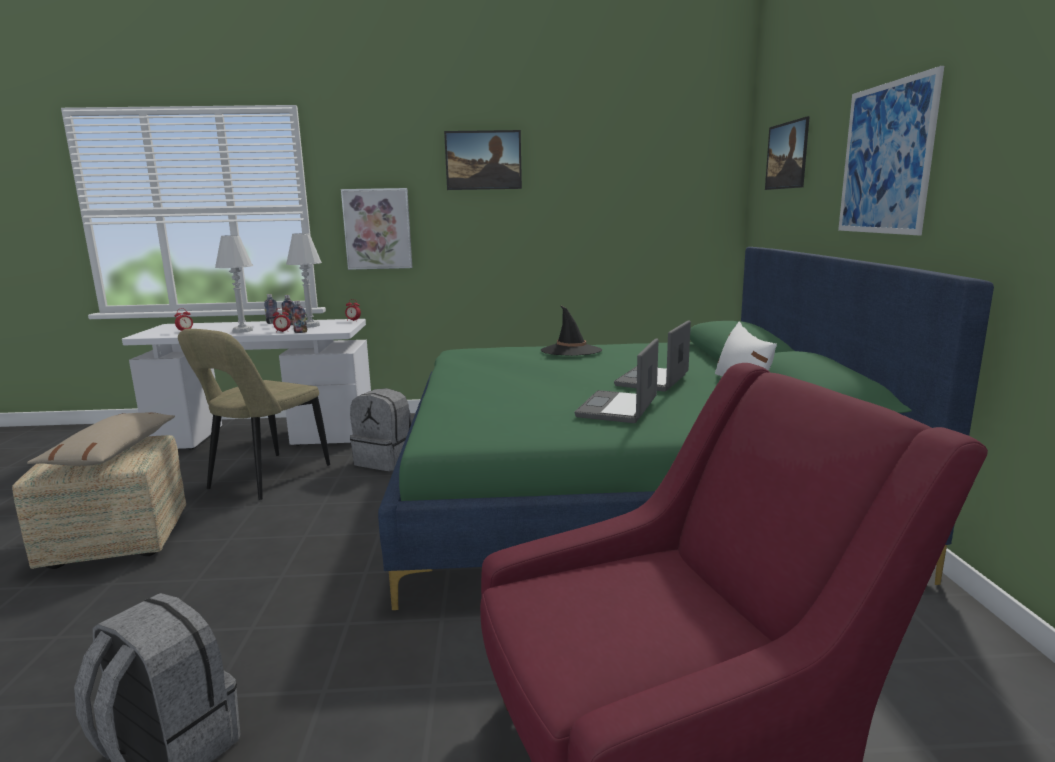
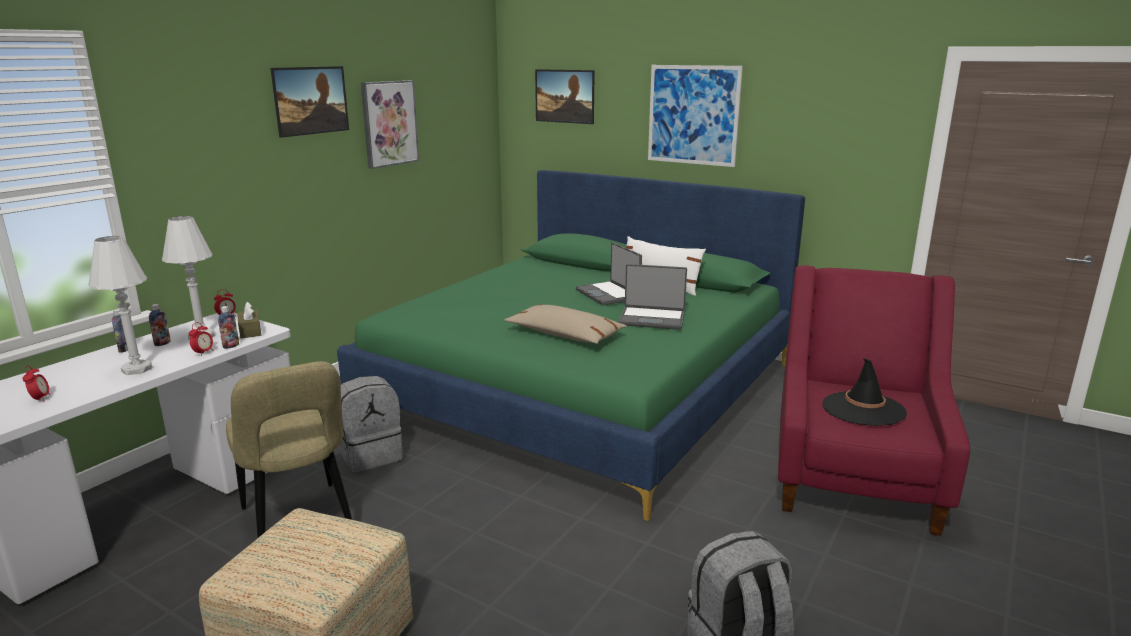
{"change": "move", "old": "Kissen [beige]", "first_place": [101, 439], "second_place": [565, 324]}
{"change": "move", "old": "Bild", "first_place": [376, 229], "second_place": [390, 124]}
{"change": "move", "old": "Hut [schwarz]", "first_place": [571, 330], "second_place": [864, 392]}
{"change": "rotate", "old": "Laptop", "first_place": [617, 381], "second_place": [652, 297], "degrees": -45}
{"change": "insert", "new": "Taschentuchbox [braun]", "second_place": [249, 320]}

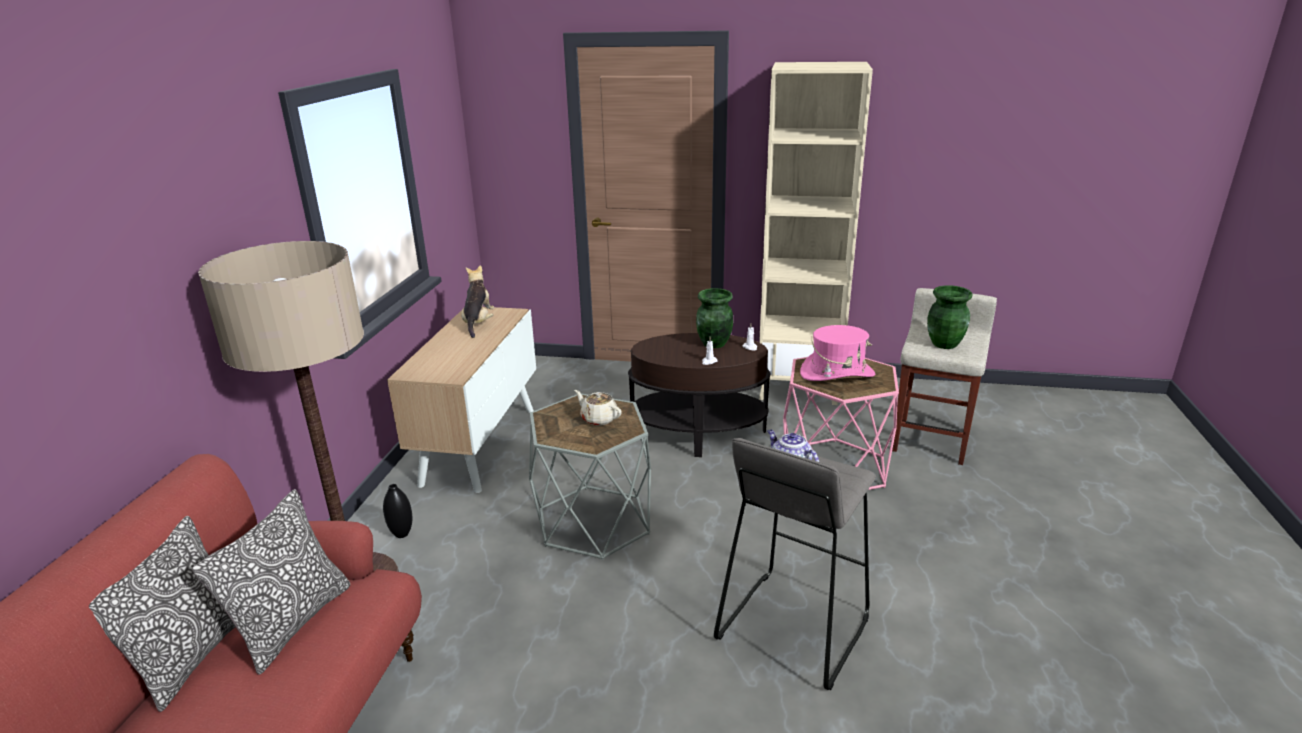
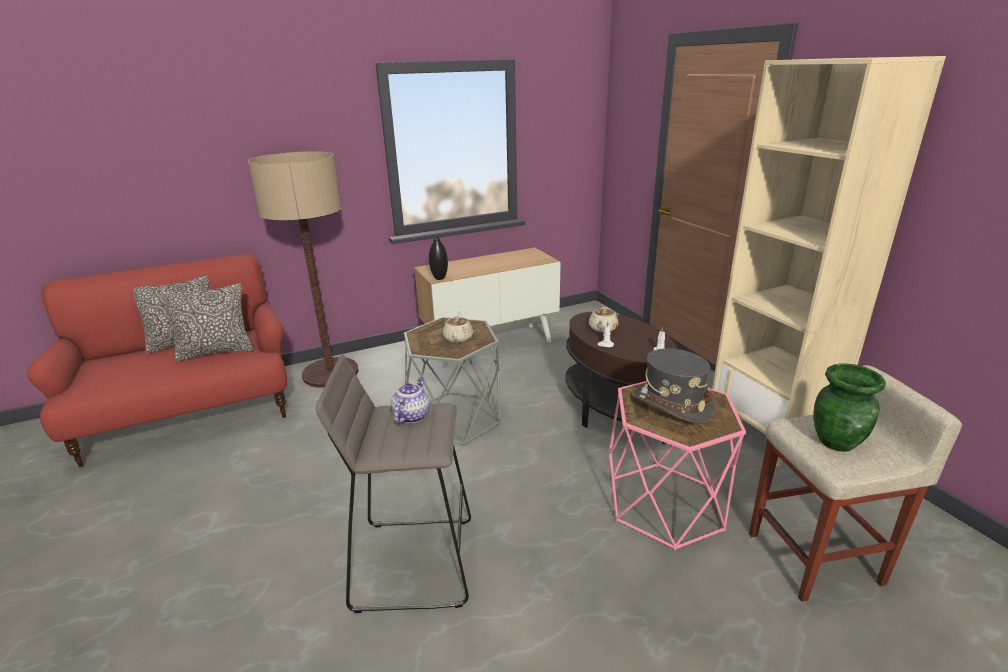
{"change": "move", "old": "Vase [schwarz]", "first_place": [397, 511], "second_place": [438, 259]}
{"change": "delete", "old": "Plüschtier", "first_place": [477, 302]}
{"change": "delete", "old": "Vase [grün]", "first_place": [714, 318]}
{"change": "recolor", "old": "Hut [rosa]", "new": "Hut [grau]", "first_place": [837, 353], "second_place": [674, 386]}
{"change": "insert", "new": "Teekanne [beige]", "second_place": [603, 320]}

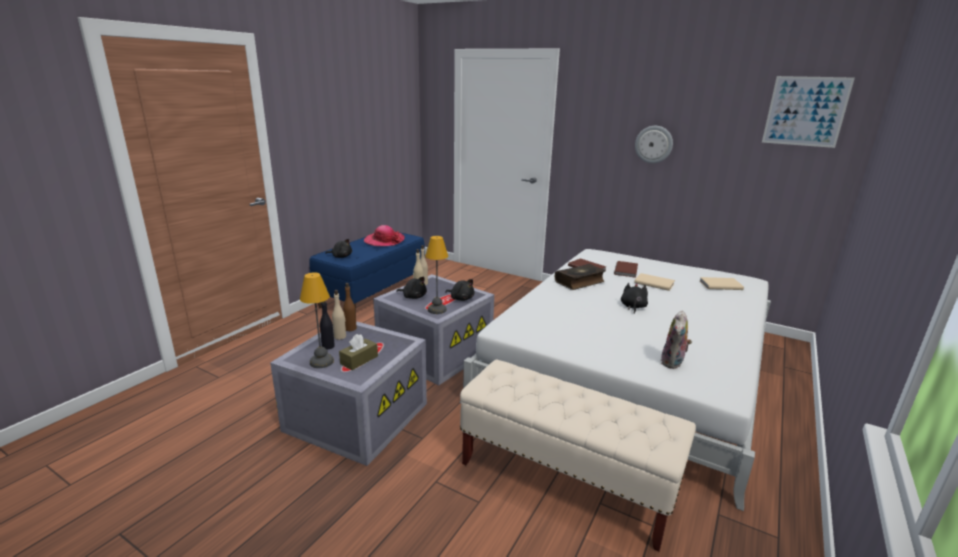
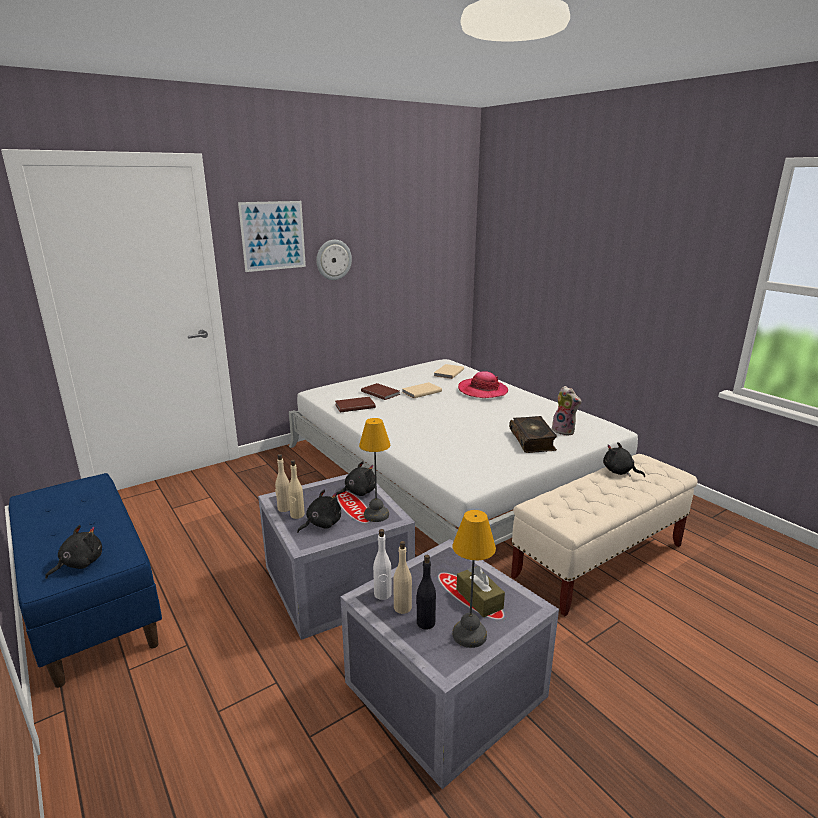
{"change": "recolor", "old": "Flasche [braun]", "new": "Flasche [weiß]", "first_place": [350, 307], "second_place": [382, 564]}
{"change": "move", "old": "Hut", "first_place": [384, 235], "second_place": [483, 384]}
{"change": "move", "old": "Buch", "first_place": [580, 277], "second_place": [533, 434]}
{"change": "move", "old": "Plüschtier [schwarz]", "first_place": [634, 298], "second_place": [624, 459]}
{"change": "move", "old": "Bild", "first_place": [808, 112], "second_place": [272, 236]}

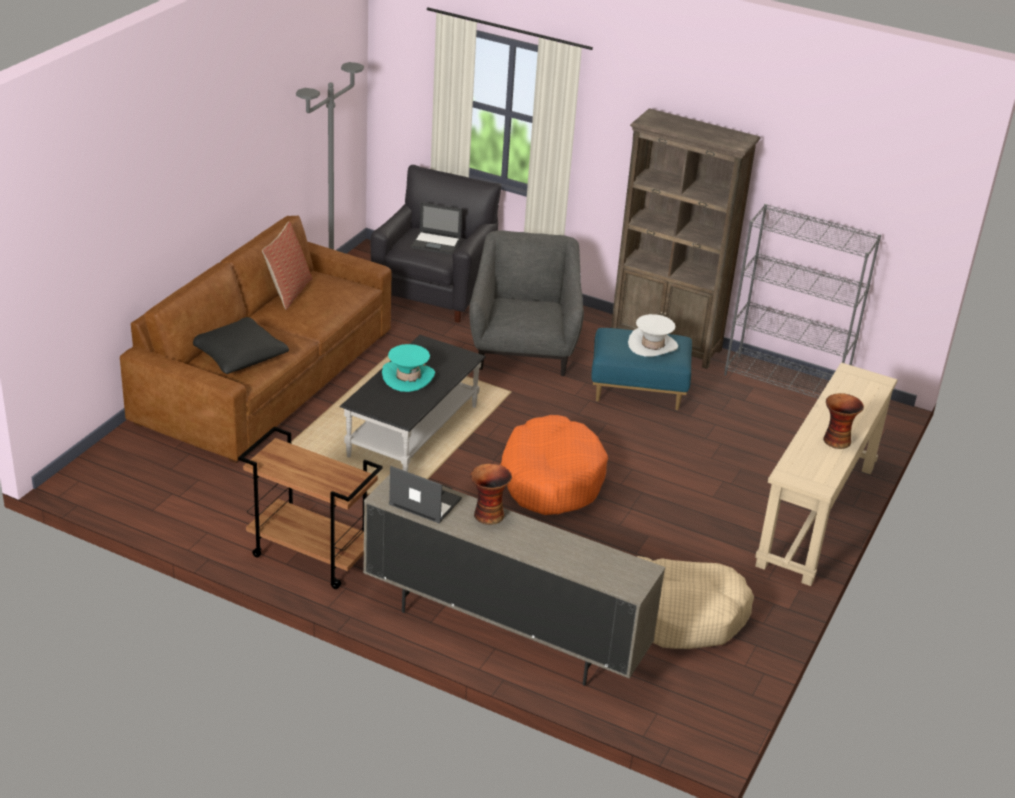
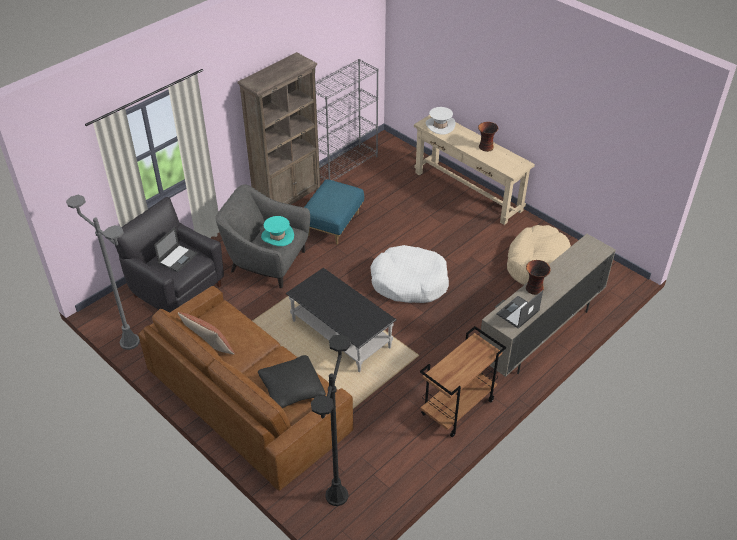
{"change": "move", "old": "Hut [türkis]", "first_place": [408, 368], "second_place": [277, 231]}
{"change": "recolor", "old": "Hundebett [orange]", "new": "Hundebett [weiß]", "first_place": [554, 465], "second_place": [409, 274]}
{"change": "move", "old": "Hut [weiß]", "first_place": [653, 335], "second_place": [441, 120]}
{"change": "insert", "new": "Stehlampe [schwarz]", "second_place": [331, 420]}

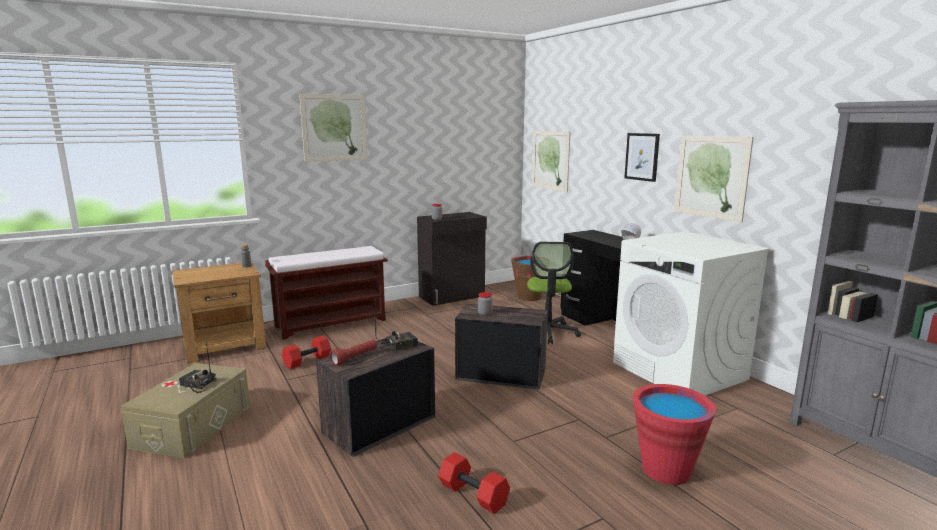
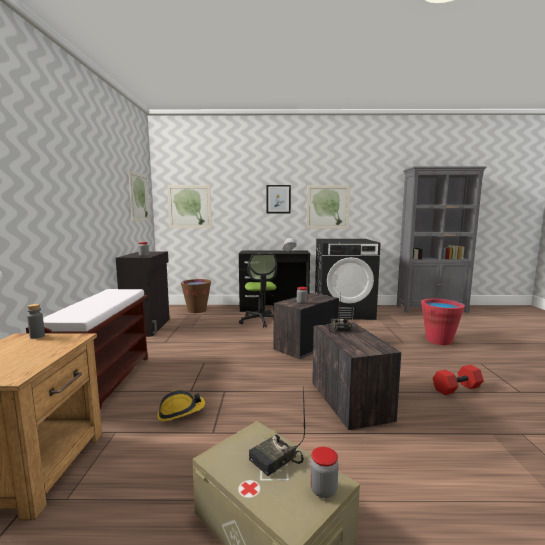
{"change": "replace", "old": "Hantel [rot]", "new": "Schutzhelm", "first_place": [306, 352], "second_place": [181, 405]}
{"change": "move", "old": "Bild", "first_place": [333, 127], "second_place": [139, 196]}
{"change": "delete", "old": "Taschenlampe [rot]", "first_place": [353, 353]}
{"change": "rotate", "old": "Bürostuhl", "first_place": [554, 293], "second_place": [258, 291], "degrees": 45}
{"change": "recolor", "old": "Waschmaschine [weiß]", "new": "Waschmaschine [schwarz]", "first_place": [691, 313], "second_place": [348, 279]}
{"change": "insert", "new": "Vorratsglas", "second_place": [324, 472]}

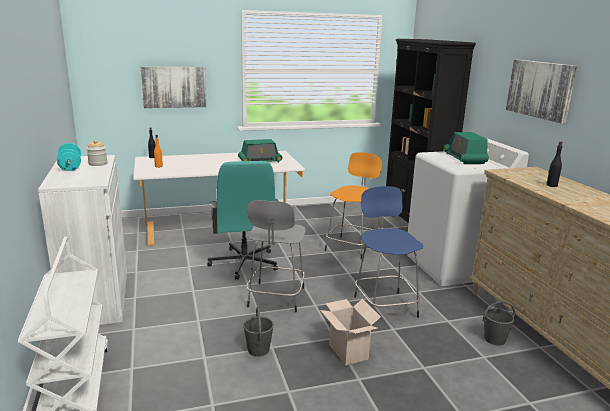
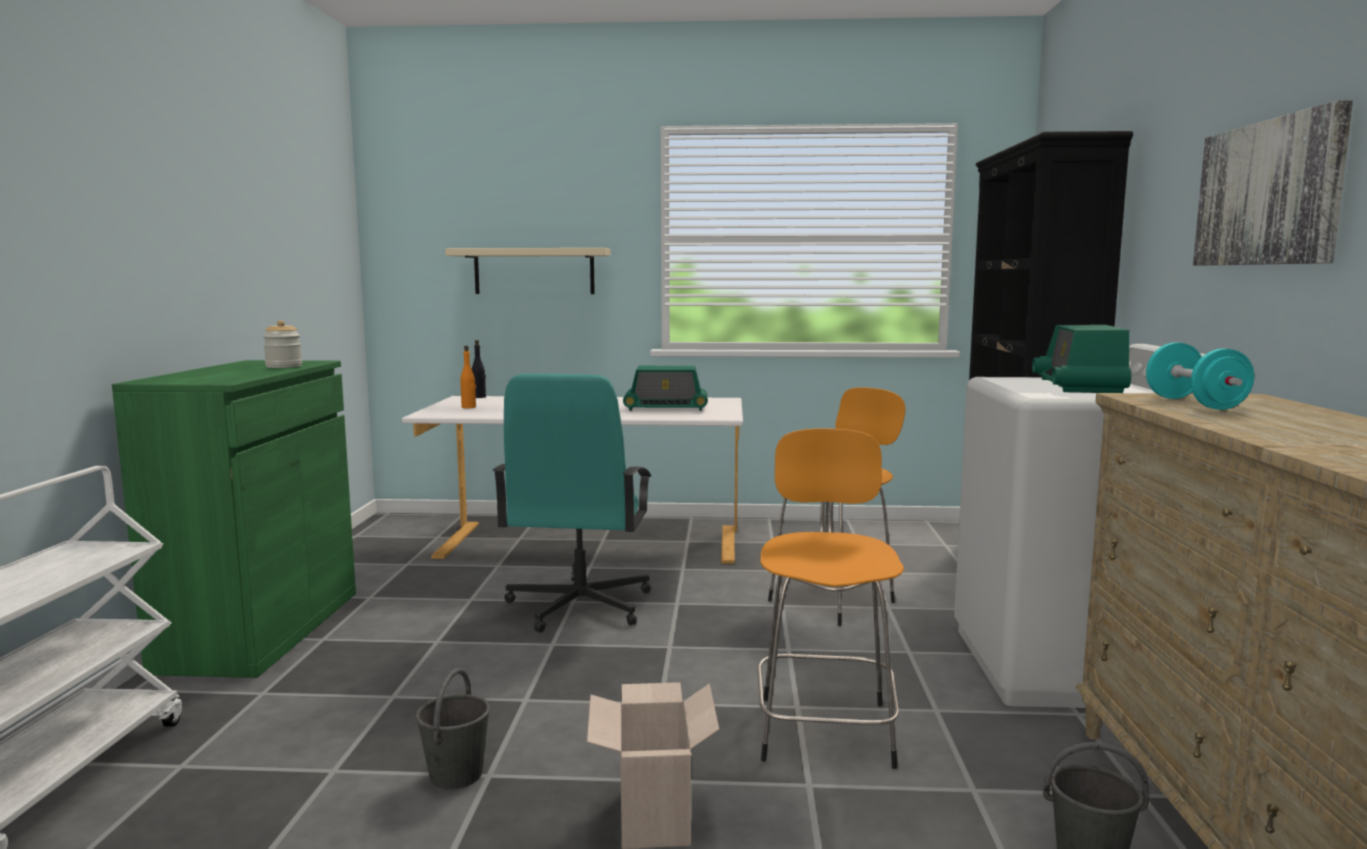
{"change": "recolor", "old": "Schrank [weiß]", "new": "Schrank [grün]", "first_place": [82, 240], "second_place": [234, 519]}
{"change": "move", "old": "Hantel [türkis]", "first_place": [69, 157], "second_place": [1200, 376]}
{"change": "replace", "old": "Bild", "new": "Wandregal [beige]", "first_place": [174, 87], "second_place": [527, 271]}
{"change": "delete", "old": "Hocker [grau]", "first_place": [276, 256]}
{"change": "recolor", "old": "Hocker [blau]", "new": "Hocker [orange]", "first_place": [388, 252], "second_place": [830, 599]}
{"change": "delete", "old": "Flasche [schwarz]", "first_place": [554, 164]}

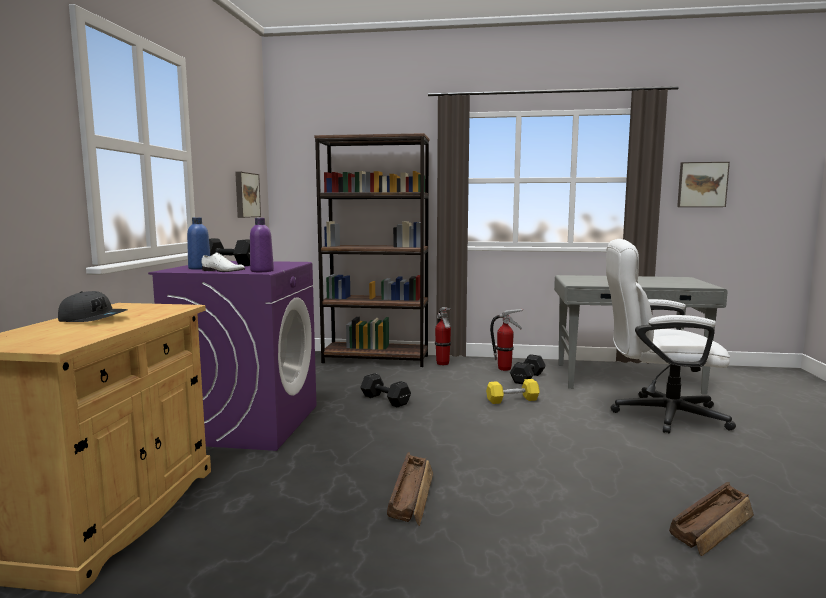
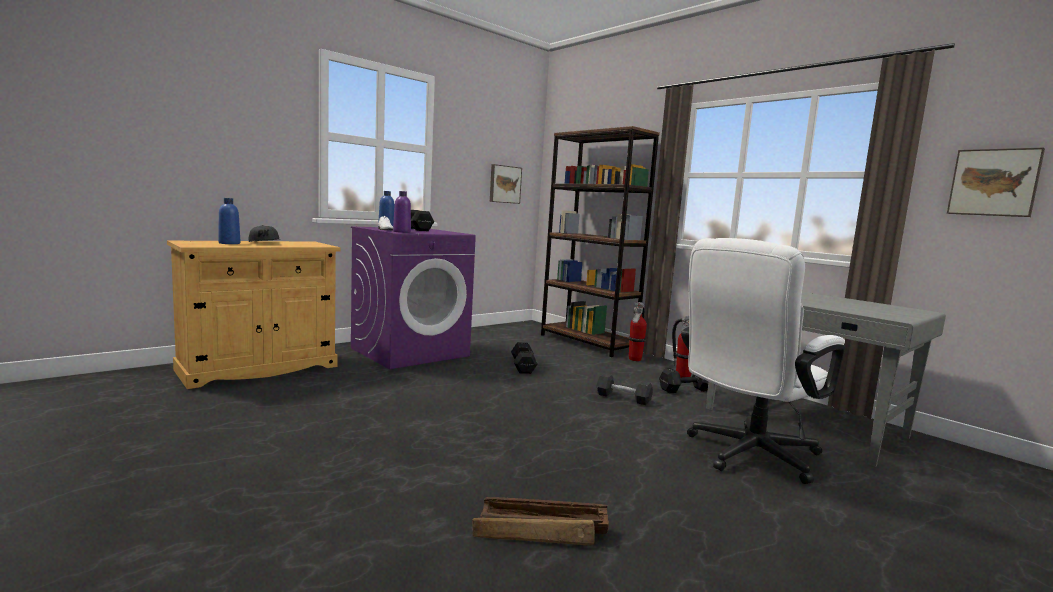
{"change": "delete", "old": "Kiste", "first_place": [410, 489]}
{"change": "recolor", "old": "Hantel [gelb]", "new": "Hantel [schwarz]", "first_place": [513, 391], "second_place": [625, 389]}
{"change": "rotate", "old": "Bürostuhl [weiß]", "first_place": [671, 336], "second_place": [763, 361], "degrees": -90}
{"change": "insert", "new": "Flasche [blau]", "second_place": [229, 221]}

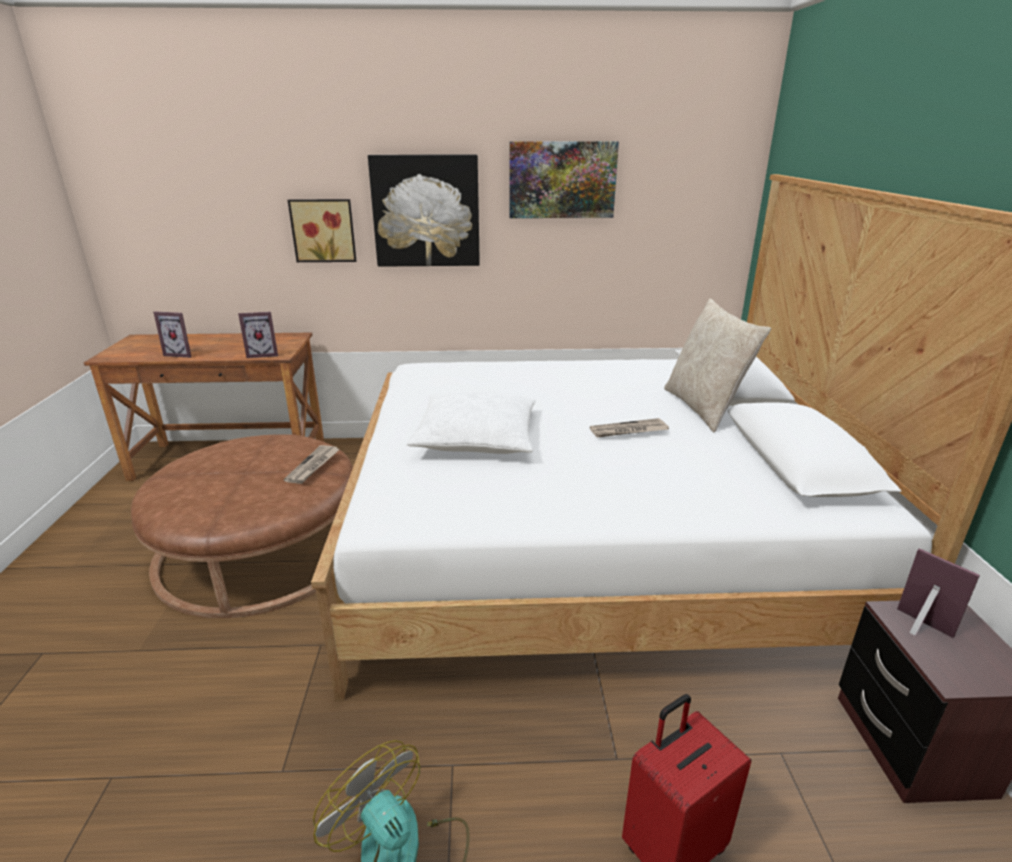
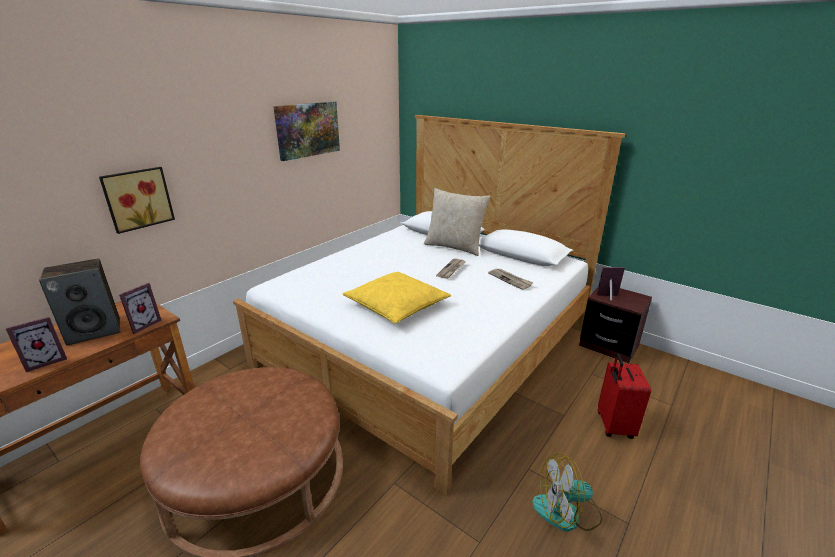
{"change": "move", "old": "Zeitung", "first_place": [312, 464], "second_place": [510, 279]}
{"change": "delete", "old": "Bild", "first_place": [424, 211]}
{"change": "recolor", "old": "Kissen [weiß]", "new": "Kissen [gelb]", "first_place": [471, 422], "second_place": [397, 298]}
{"change": "insert", "new": "Lautsprecher", "second_place": [79, 302]}

